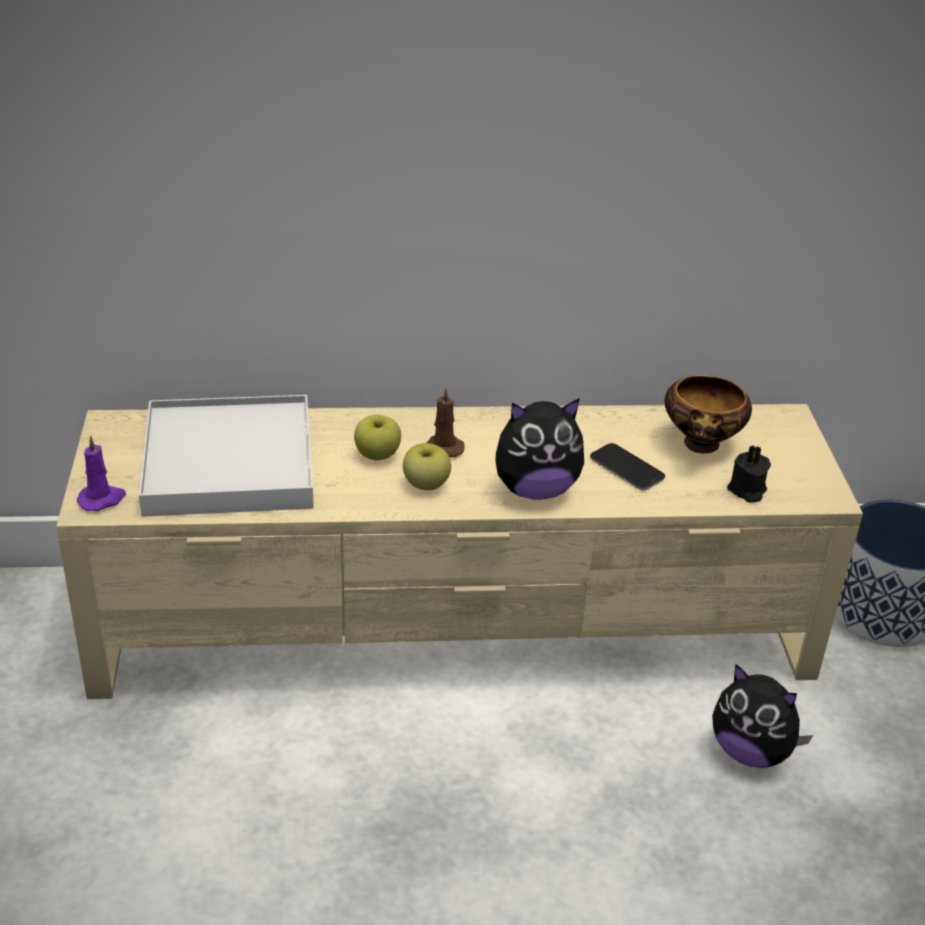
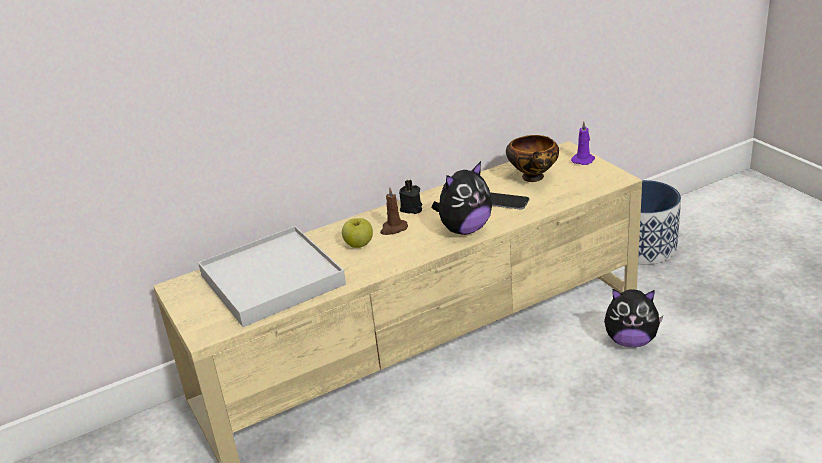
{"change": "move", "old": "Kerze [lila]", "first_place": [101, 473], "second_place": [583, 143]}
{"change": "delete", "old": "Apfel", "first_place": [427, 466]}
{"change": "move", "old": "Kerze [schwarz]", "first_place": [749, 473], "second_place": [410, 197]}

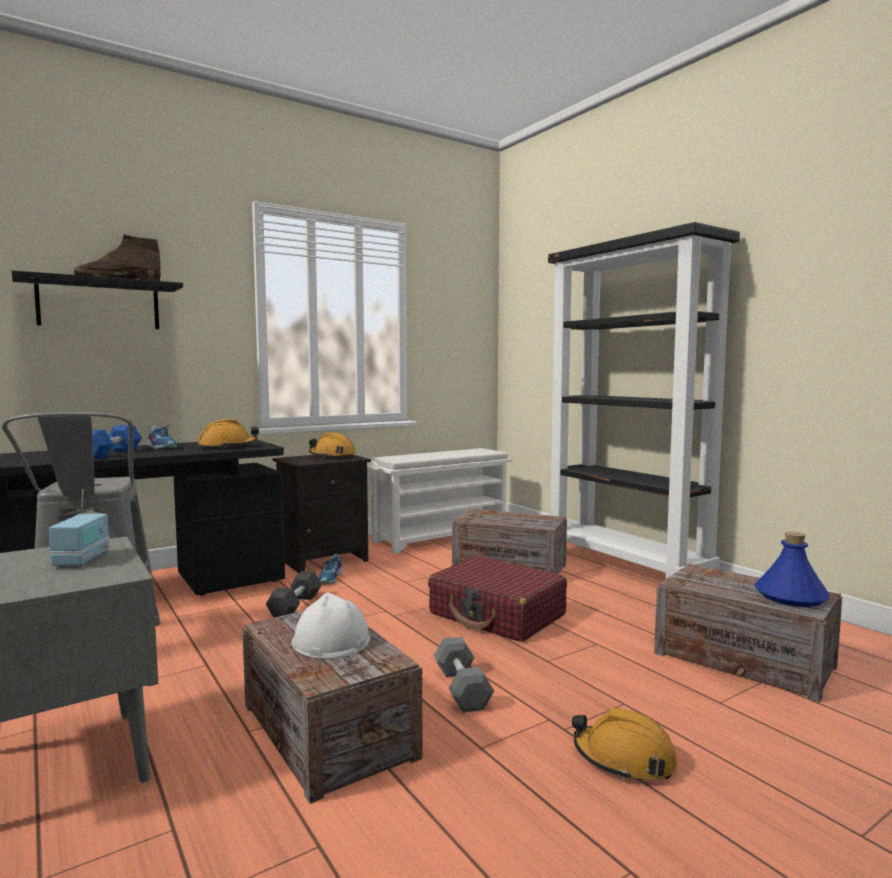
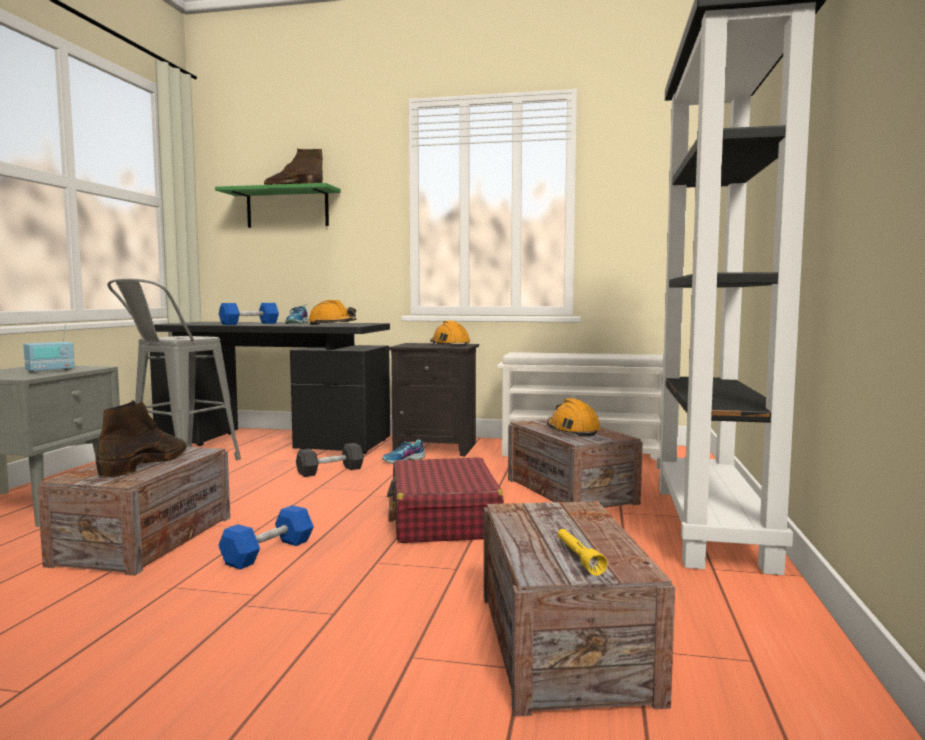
{"change": "recolor", "old": "Wandregal [schwarz]", "new": "Wandregal [grün]", "first_place": [97, 299], "second_place": [278, 205]}
{"change": "replace", "old": "Schutzhelm [weiß]", "new": "Stiefel [braun]", "first_place": [331, 626], "second_place": [141, 438]}
{"change": "recolor", "old": "Hantel [grau]", "new": "Hantel [blau]", "first_place": [464, 674], "second_place": [266, 537]}
{"change": "move", "old": "Schutzhelm [orange]", "first_place": [624, 744], "second_place": [574, 417]}
{"change": "replace", "old": "Flasche [blau]", "new": "Taschenlampe [gelb]", "first_place": [793, 569], "second_place": [583, 552]}

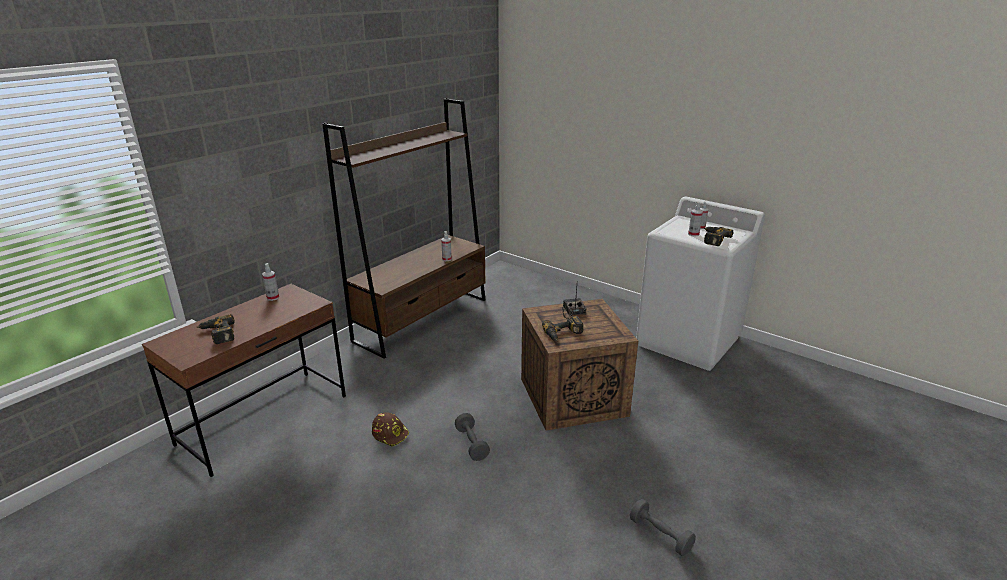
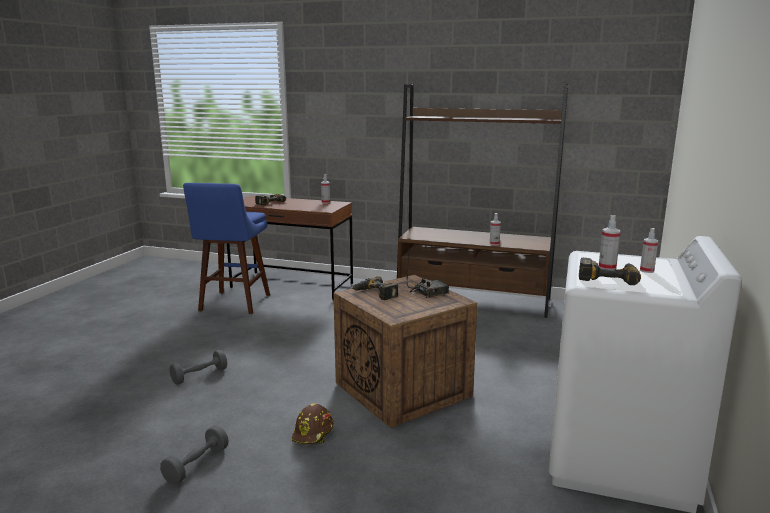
{"change": "move", "old": "Schutzhelm [braun]", "first_place": [390, 429], "second_place": [313, 424]}
{"change": "move", "old": "Hantel [grau]", "first_place": [472, 437], "second_place": [198, 367]}
{"change": "insert", "new": "Hocker [blau]", "second_place": [226, 248]}

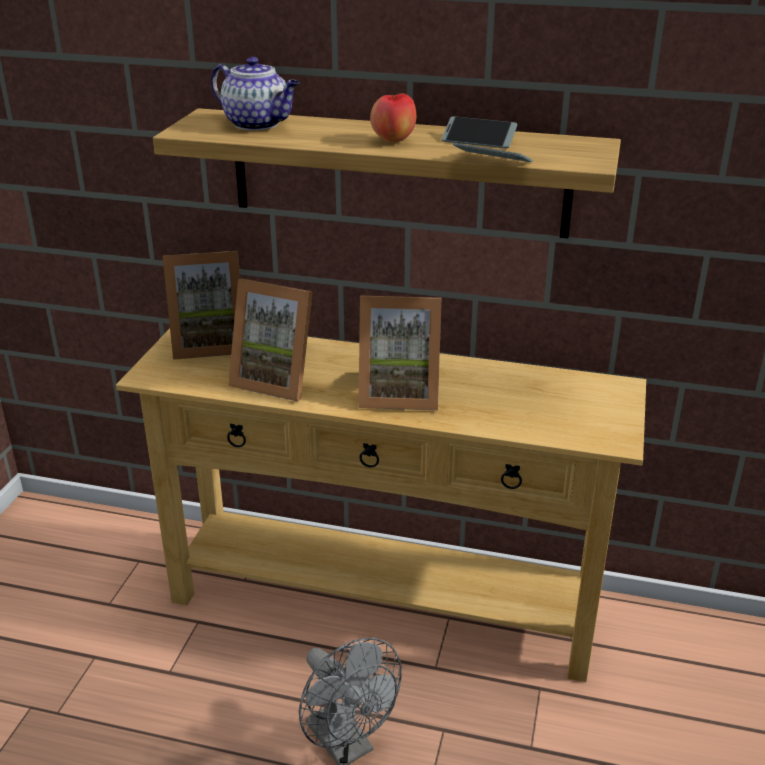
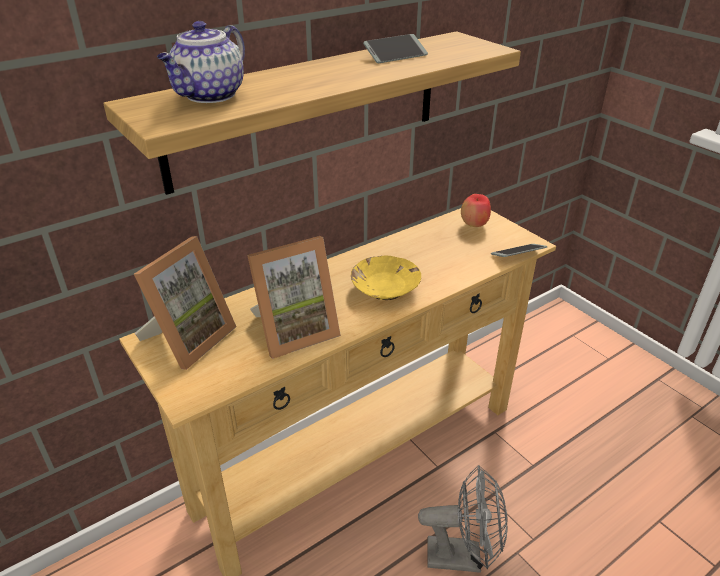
{"change": "rotate", "old": "Teekanne", "first_place": [255, 94], "second_place": [201, 62], "degrees": 135}
{"change": "replace", "old": "Bilderrahmen", "new": "Schüssel [gelb]", "first_place": [399, 353], "second_place": [386, 278]}
{"change": "move", "old": "Apfel", "first_place": [393, 118], "second_place": [476, 210]}
{"change": "move", "old": "Handy", "first_place": [493, 152], "second_place": [519, 250]}

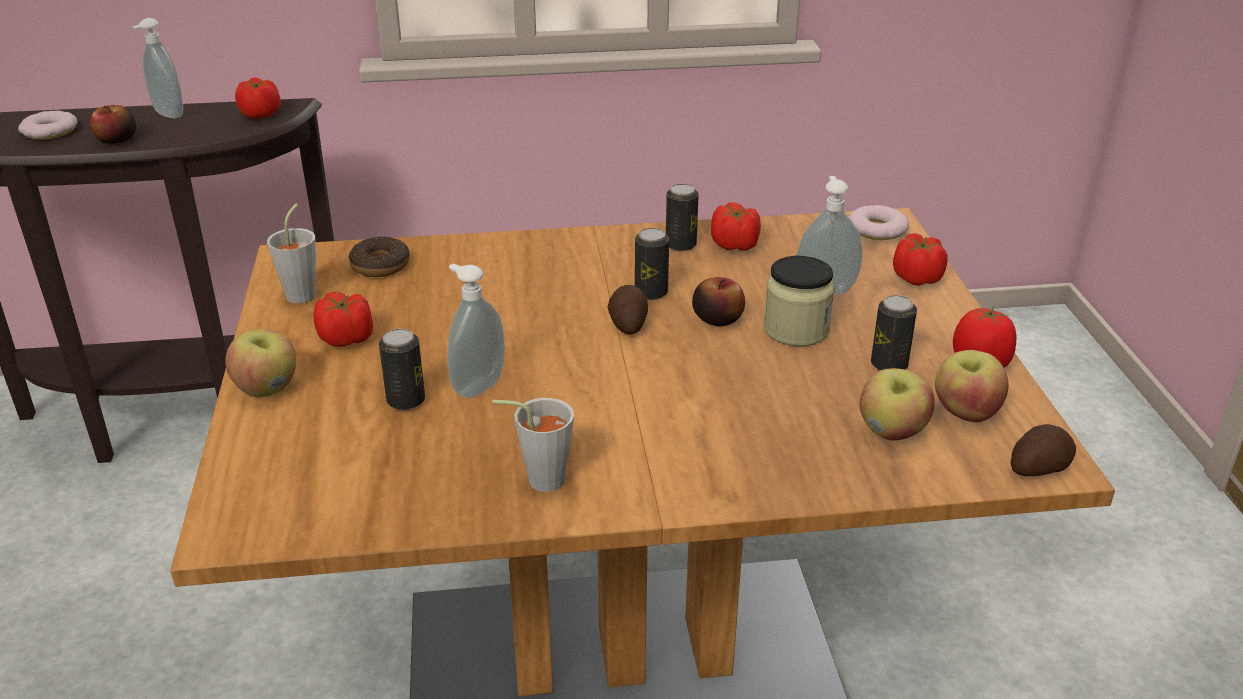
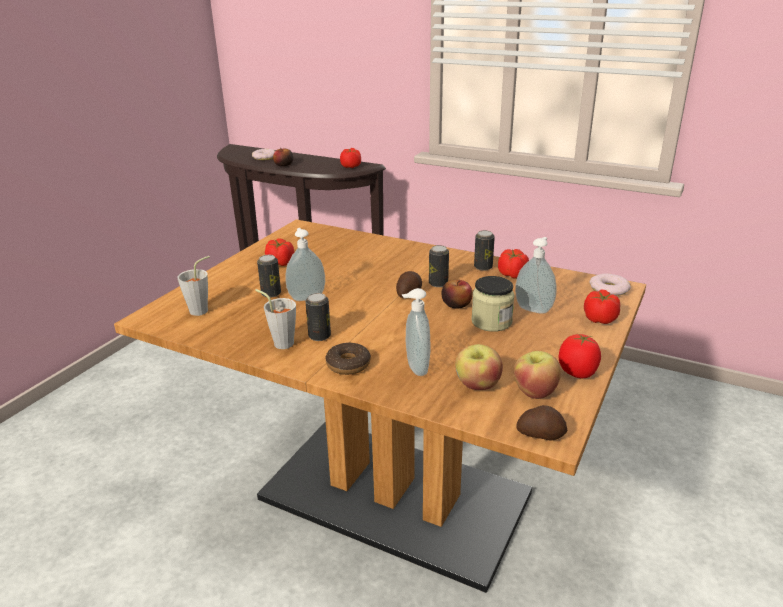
{"change": "move", "old": "Seifenspender", "first_place": [157, 68], "second_place": [416, 332]}
{"change": "delete", "old": "Apfel", "first_place": [260, 363]}
{"change": "move", "old": "Tasse [grau]", "first_place": [291, 254], "second_place": [194, 286]}
{"change": "move", "old": "Donut", "first_place": [379, 257], "second_place": [348, 359]}
{"change": "move", "old": "Dose", "first_place": [894, 333], "second_place": [318, 317]}

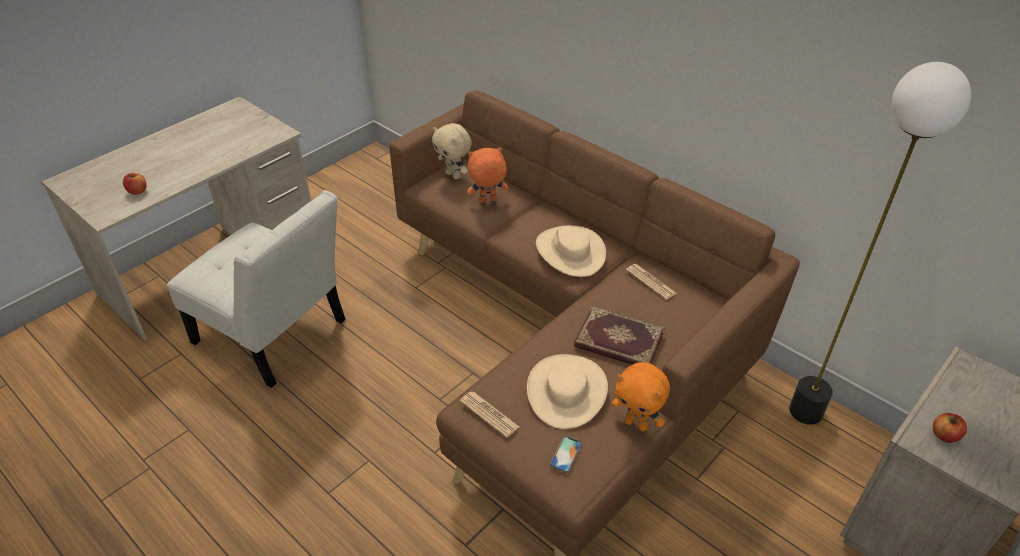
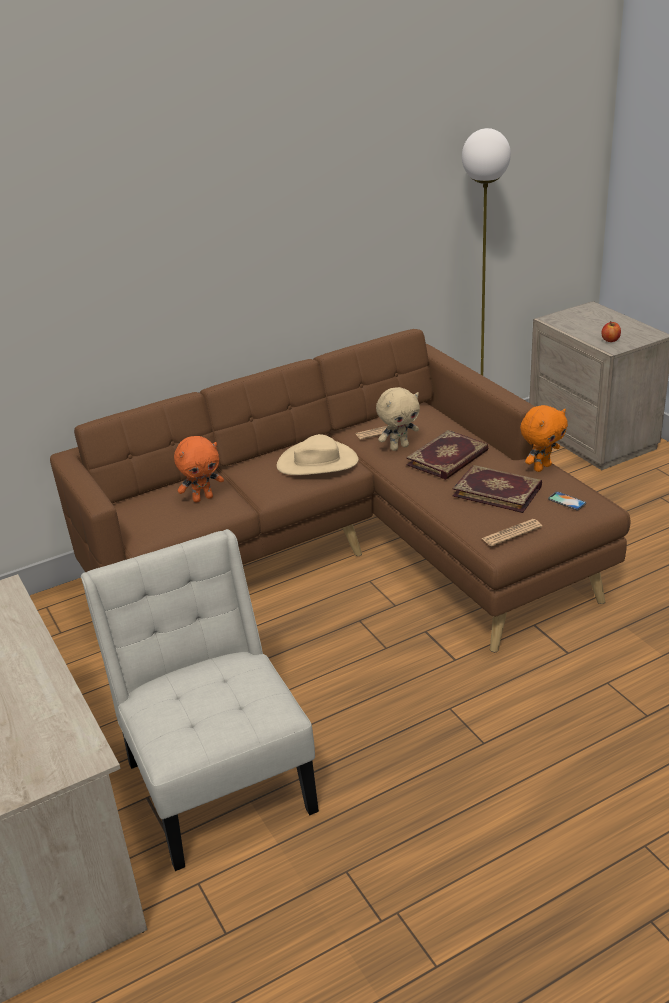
{"change": "delete", "old": "Apfel", "first_place": [135, 184]}
{"change": "rotate", "old": "Stuhl [weiß]", "first_place": [256, 289], "second_place": [200, 700], "degrees": -75}
{"change": "move", "old": "Plüschtier [beige]", "first_place": [452, 151], "second_place": [398, 419]}
{"change": "rotate", "old": "Plüschtier [orange]", "first_place": [487, 175], "second_place": [199, 469], "degrees": -120}
{"change": "replace", "old": "Hut [beige]", "new": "Buch", "first_place": [567, 391], "second_place": [497, 489]}

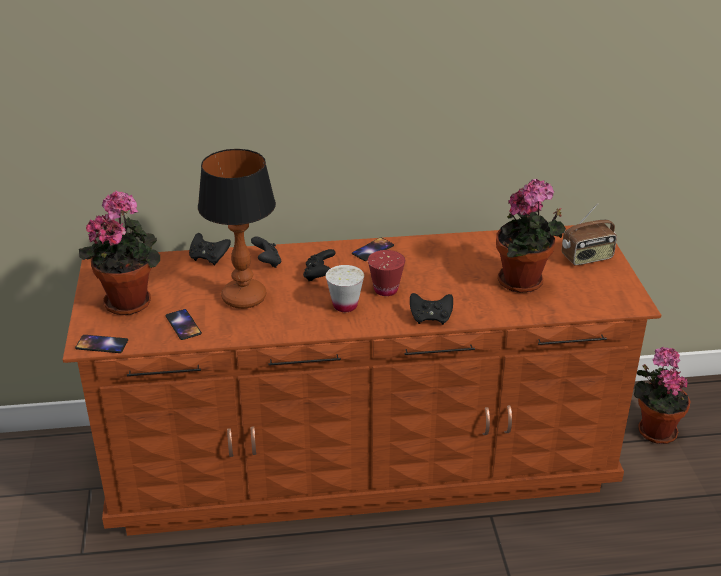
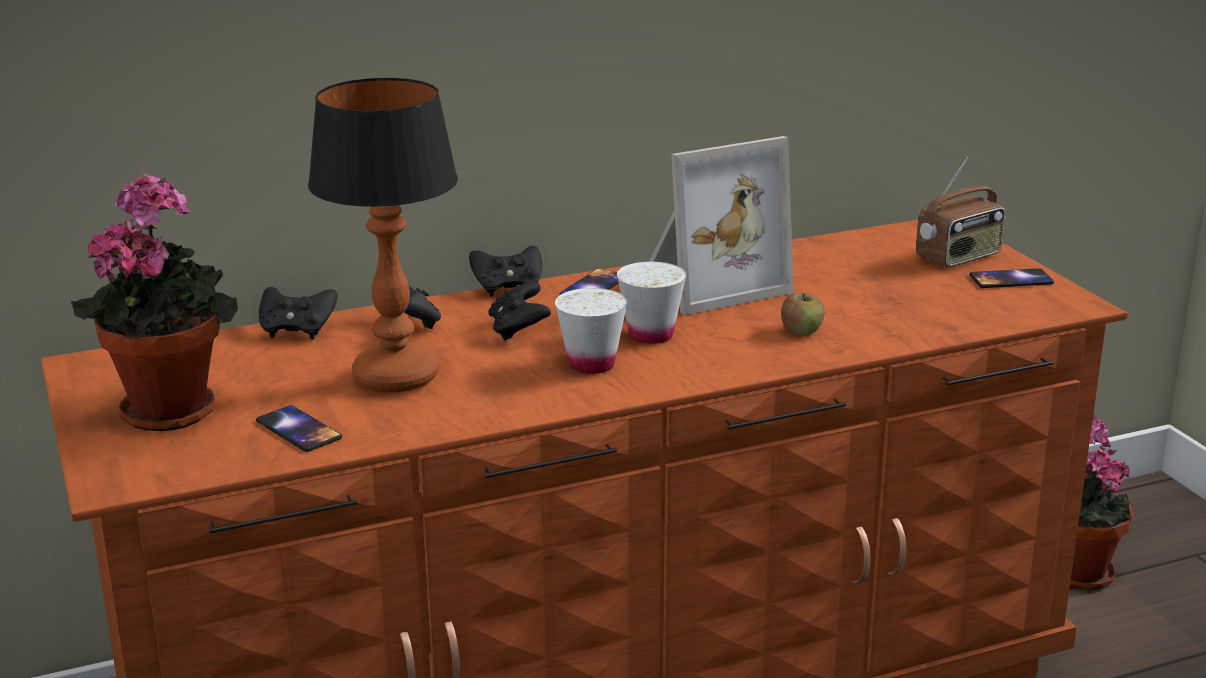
{"change": "move", "old": "Handy", "first_place": [101, 344], "second_place": [1011, 278]}
{"change": "recolor", "old": "Tasse [rot]", "new": "Tasse [weiß]", "first_place": [386, 273], "second_place": [651, 302]}
{"change": "move", "old": "Gamepad [schwarz]", "first_place": [431, 309], "second_place": [505, 271]}
{"change": "delete", "old": "Topfpflanze", "first_place": [531, 236]}
{"change": "insert", "new": "Bilderrahmen", "second_place": [721, 225]}
{"change": "insert", "new": "Apfel", "second_place": [803, 314]}

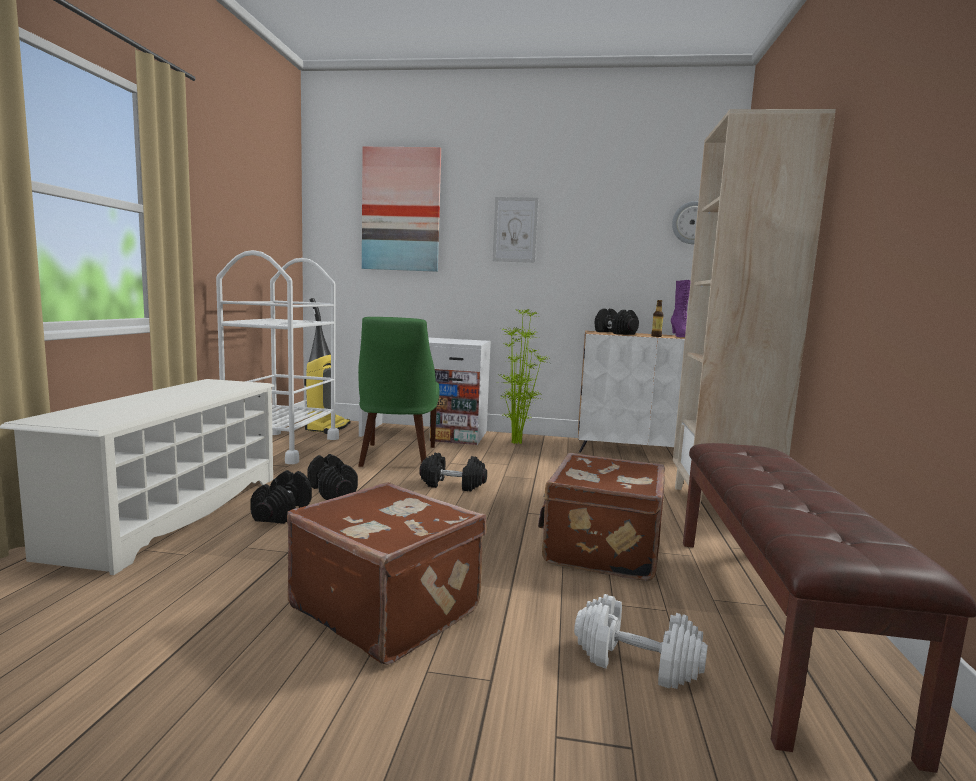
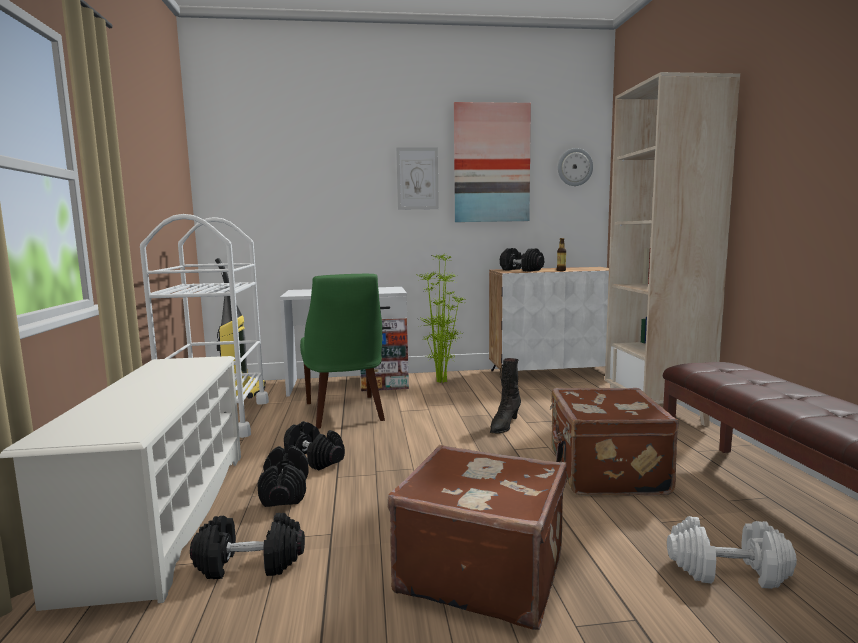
{"change": "move", "old": "Bild", "first_place": [401, 209], "second_place": [492, 162]}
{"change": "move", "old": "Hantel [schwarz]", "first_place": [453, 472], "second_place": [247, 546]}
{"change": "delete", "old": "Stiefel [lila]", "first_place": [681, 308]}
{"change": "insert", "new": "Stiefel [schwarz]", "second_place": [505, 396]}

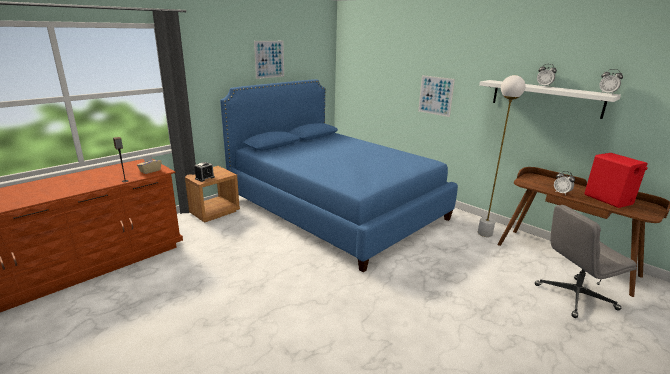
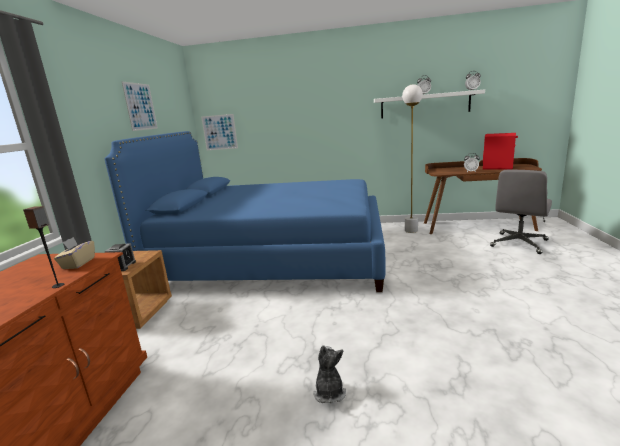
{"change": "move", "old": "Bild", "first_place": [436, 96], "second_place": [219, 132]}
{"change": "insert", "new": "Plüschtier", "second_place": [329, 374]}

